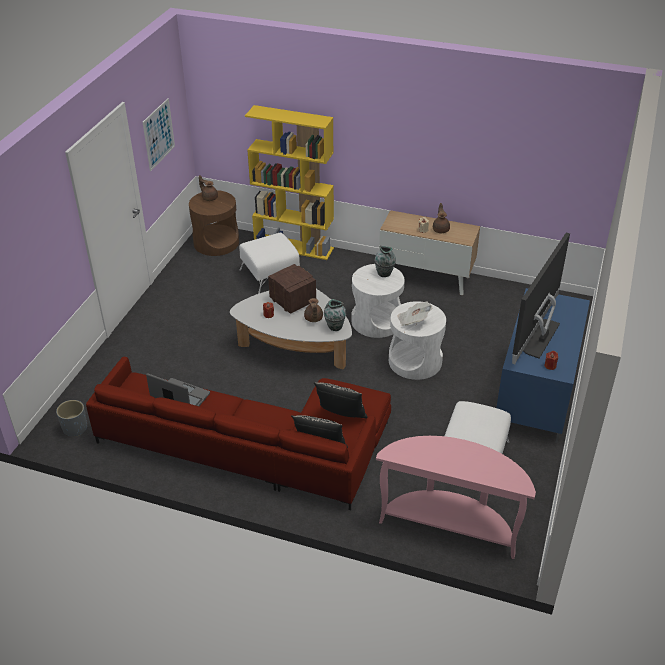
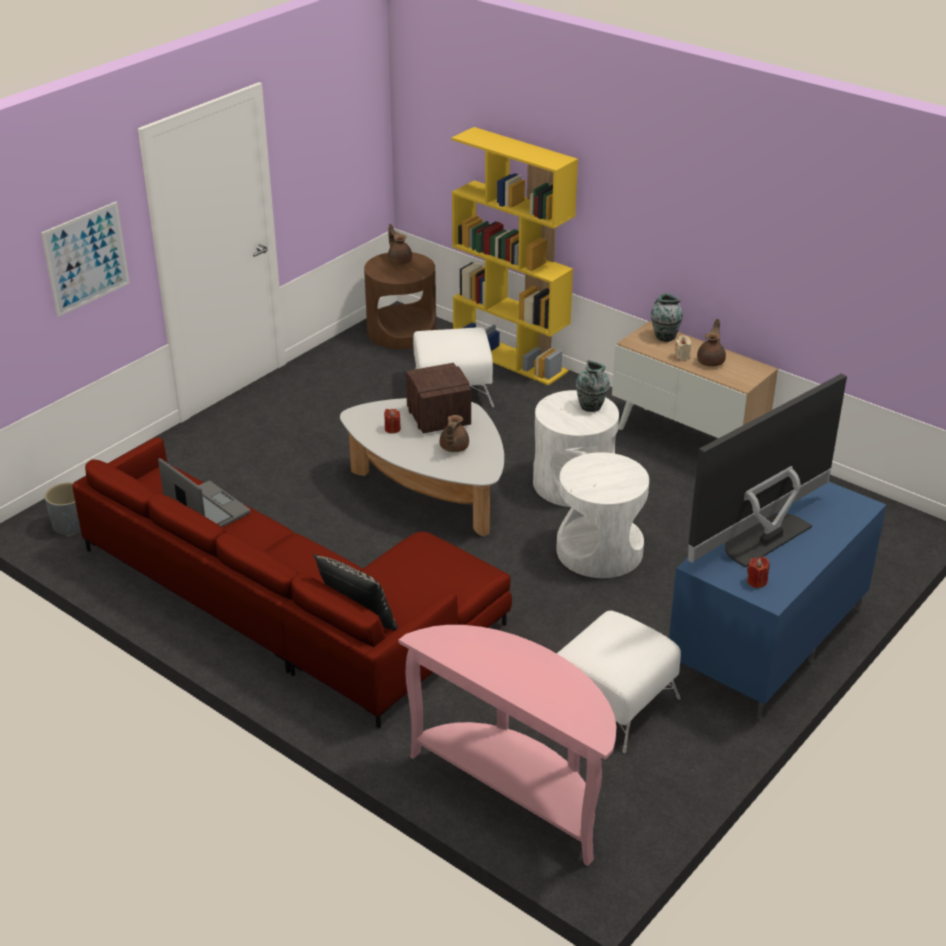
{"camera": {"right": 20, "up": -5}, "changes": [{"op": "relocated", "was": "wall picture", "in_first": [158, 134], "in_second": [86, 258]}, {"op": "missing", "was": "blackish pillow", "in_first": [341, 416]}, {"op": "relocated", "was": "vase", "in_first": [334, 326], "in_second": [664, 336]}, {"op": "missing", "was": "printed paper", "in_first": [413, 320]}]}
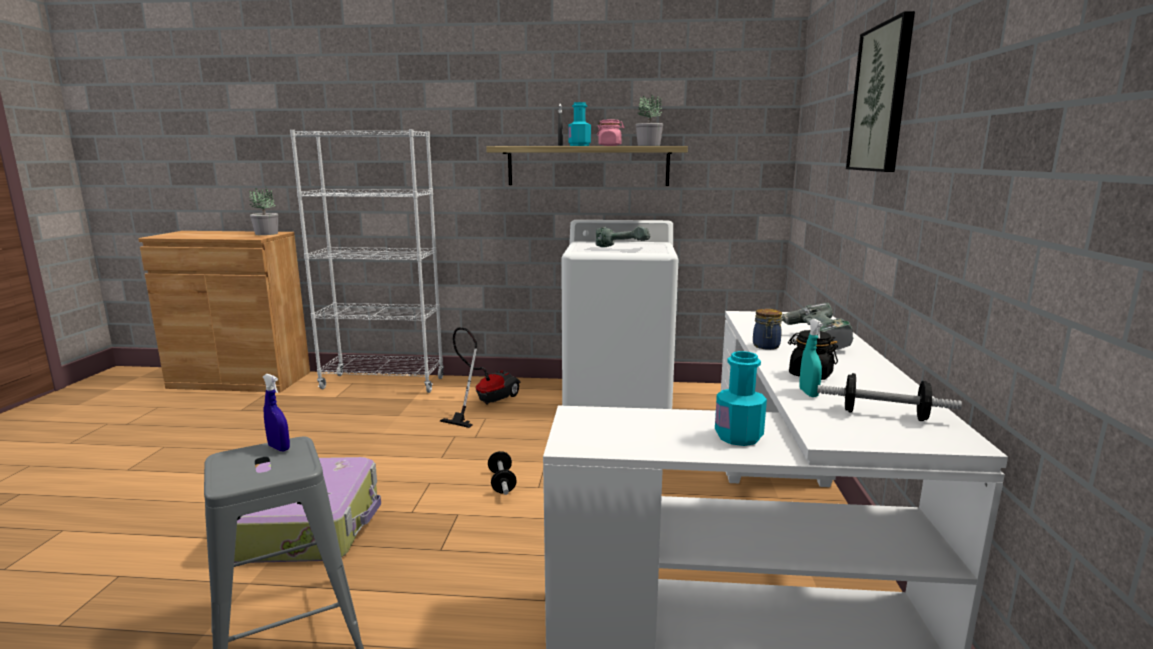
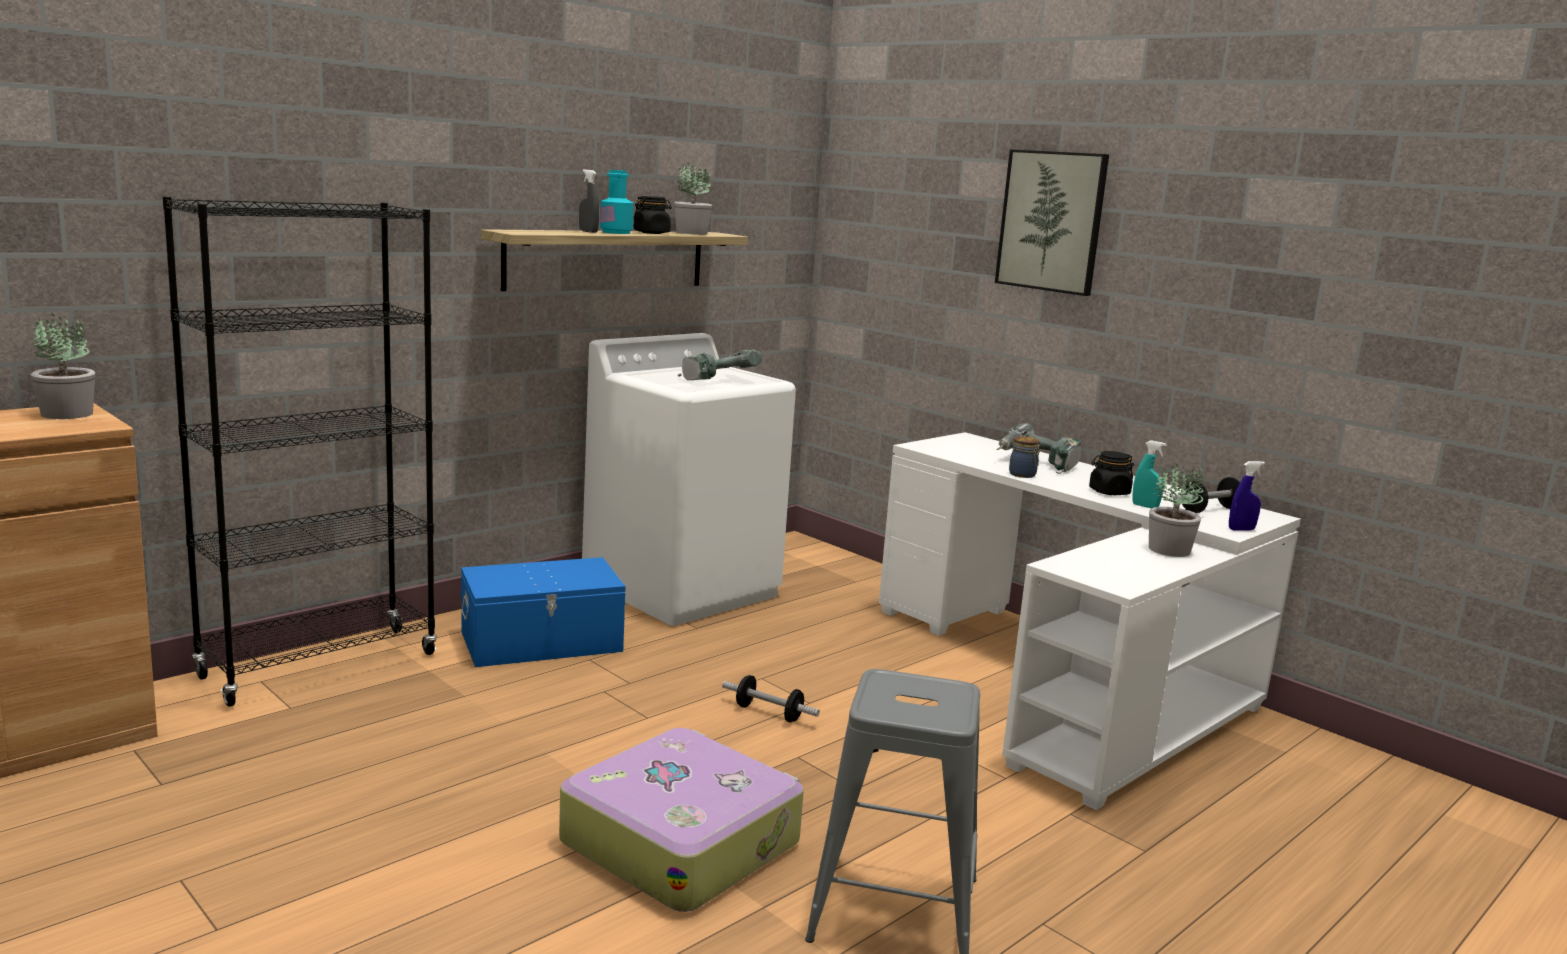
{"camera": {"right": -50, "up": 0}, "changes": [{"op": "relocated", "was": "bluish sprayer", "in_first": [279, 448], "in_second": [1241, 529]}, {"op": "colour", "was": "white-coloured shelving unit", "now": "blackish shelving unit", "in_first": [383, 383], "in_second": [319, 665]}, {"op": "exchanged", "was": "vacuum cleaner", "now": "bluish storage bin", "in_first": [485, 403], "in_second": [542, 642]}, {"op": "colour", "was": "pinkish jar", "now": "blackish jar", "in_first": [610, 145], "in_second": [651, 233]}, {"op": "exchanged", "was": "turquoise beverage bottle", "now": "plant in a pot", "in_first": [738, 437], "in_second": [1170, 550]}]}
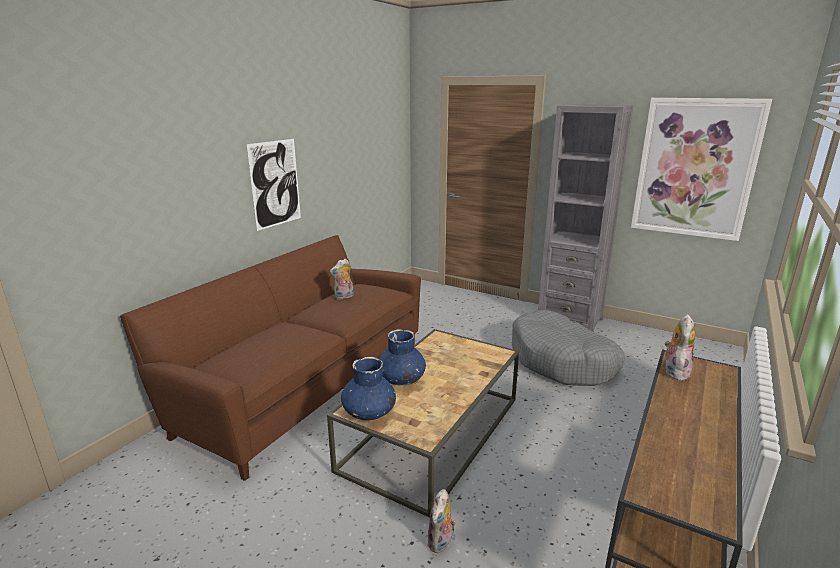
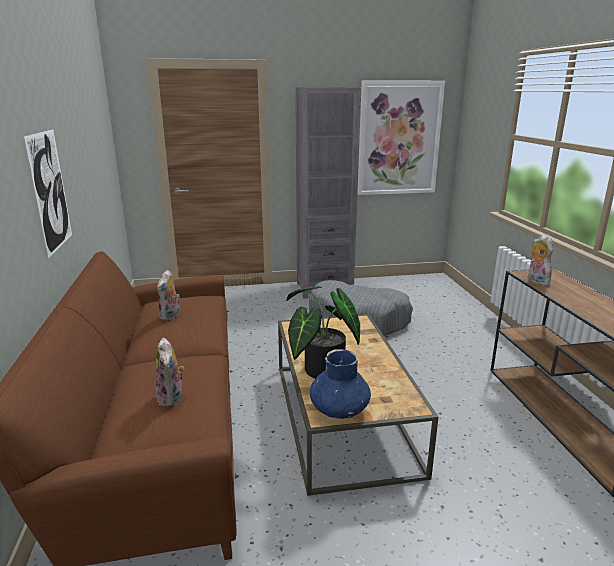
{"camera": {"right": -40, "up": 0}, "changes": [{"op": "exchanged", "was": "bluish vase", "now": "plant in a pot", "in_first": [401, 379], "in_second": [319, 371]}, {"op": "relocated", "was": "soft toy", "in_first": [441, 543], "in_second": [172, 398]}]}
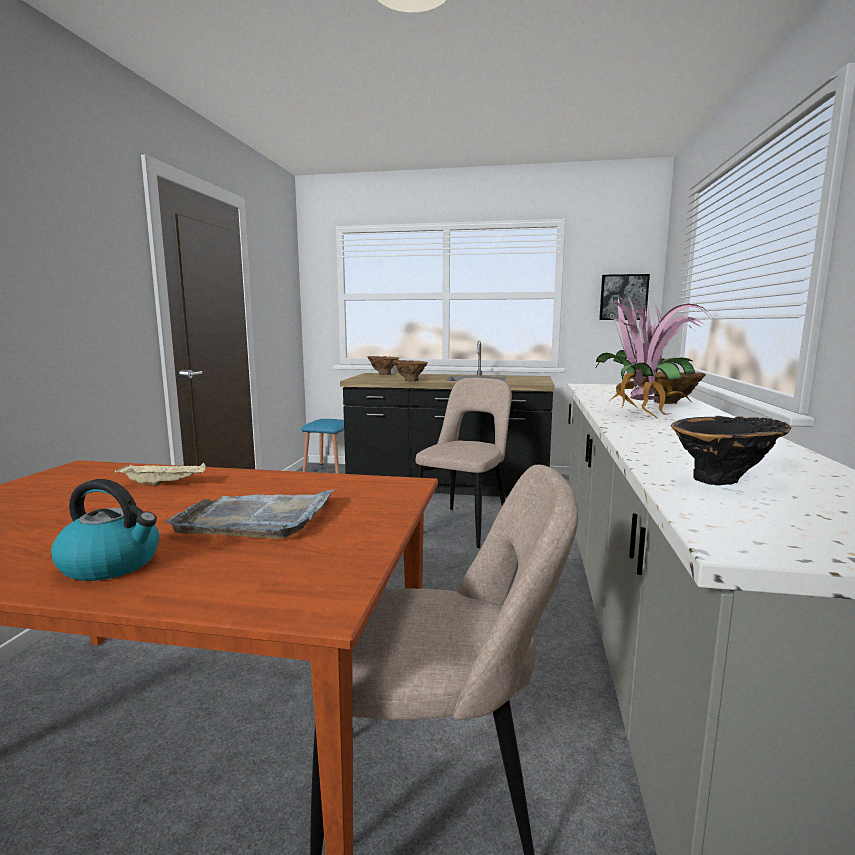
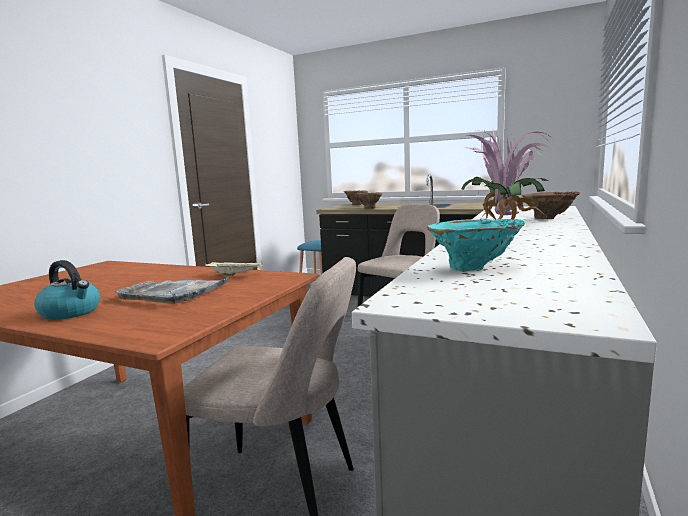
{"camera": {"right": 15, "up": 0}, "changes": [{"op": "relocated", "was": "sand-coloured carrying tray", "in_first": [165, 484], "in_second": [236, 275]}, {"op": "missing", "was": "wall picture", "in_first": [623, 297]}, {"op": "colour", "was": "blackish vase", "now": "turquoise vase", "in_first": [726, 480], "in_second": [475, 268]}]}
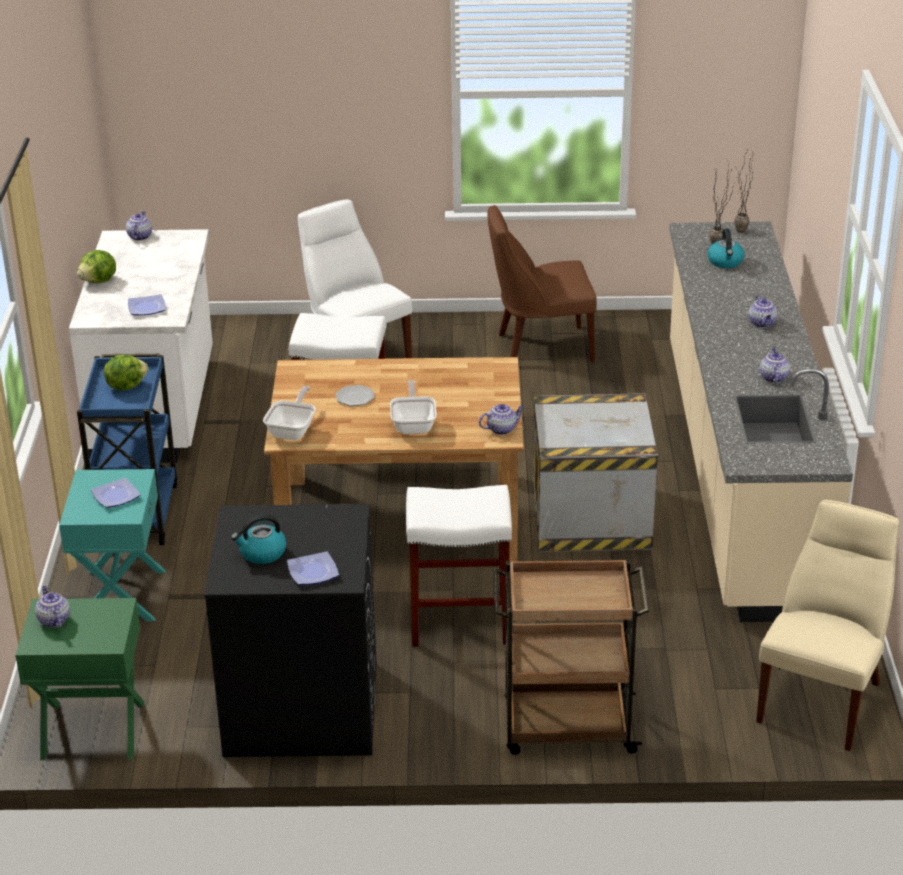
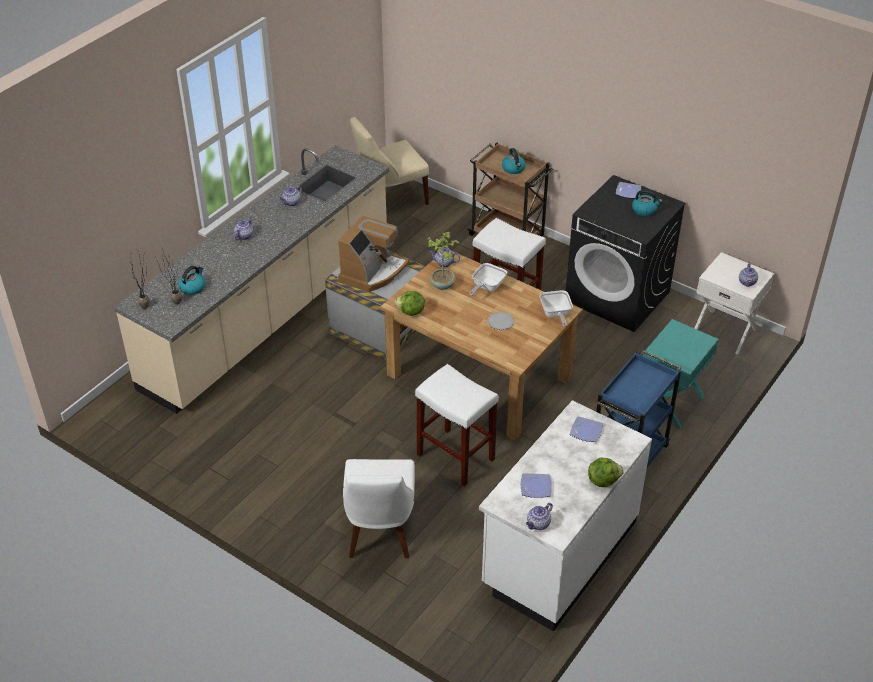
{"camera": {"right": -145, "up": 10}, "changes": [{"op": "colour", "was": "greenish bedside table", "now": "white-coloured bedside table", "in_first": [92, 731], "in_second": [725, 331]}, {"op": "relocated", "was": "plate", "in_first": [115, 496], "in_second": [536, 487]}, {"op": "relocated", "was": "head of lettuce", "in_first": [126, 386], "in_second": [410, 312]}, {"op": "spun", "was": "frying pan", "in_first": [293, 430], "in_second": [555, 315], "clockwise": -60}, {"op": "missing", "was": "brownish upright chair", "in_first": [540, 347]}, {"op": "appeared", "now": "coffee maker", "in_second": [373, 272]}, {"op": "appeared", "now": "plant in a pot", "in_second": [443, 284]}, {"op": "appeared", "now": "kettle", "in_second": [513, 169]}]}
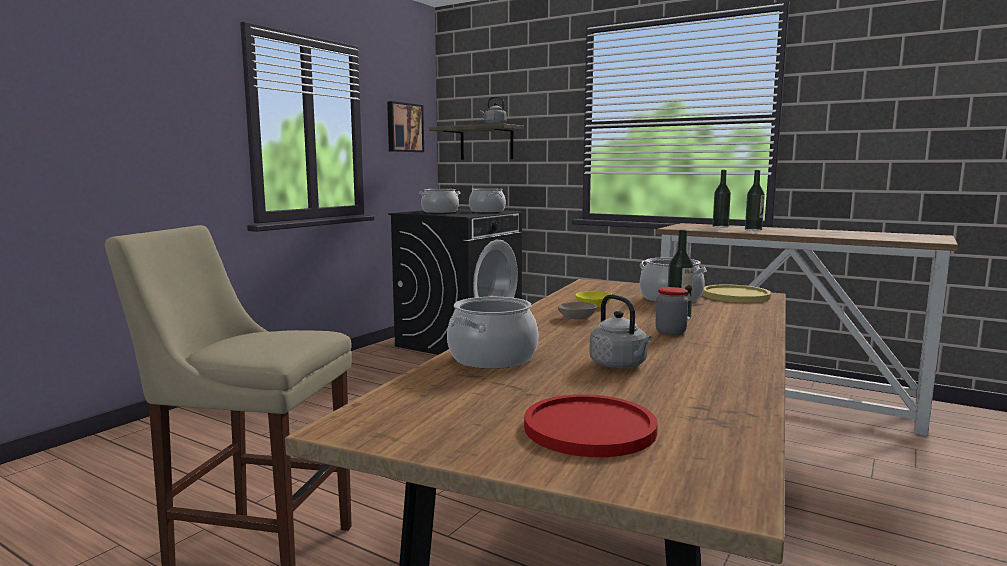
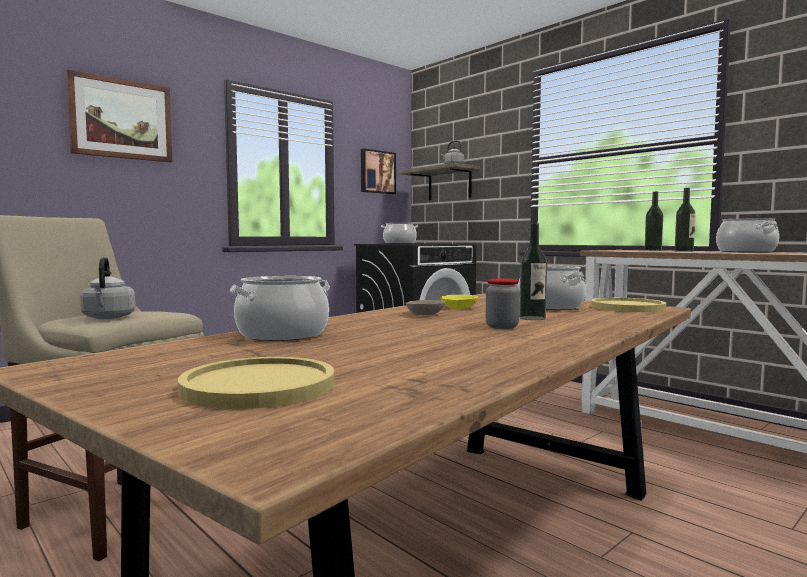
{"camera": {"right": 15, "up": -5}, "changes": [{"op": "relocated", "was": "cooking pot", "in_first": [486, 211], "in_second": [745, 252]}, {"op": "colour", "was": "red plate", "now": "yellow-coloured plate", "in_first": [589, 428], "in_second": [259, 386]}, {"op": "relocated", "was": "greyish kettle", "in_first": [620, 365], "in_second": [108, 318]}, {"op": "appeared", "now": "wall picture", "in_second": [121, 119]}]}
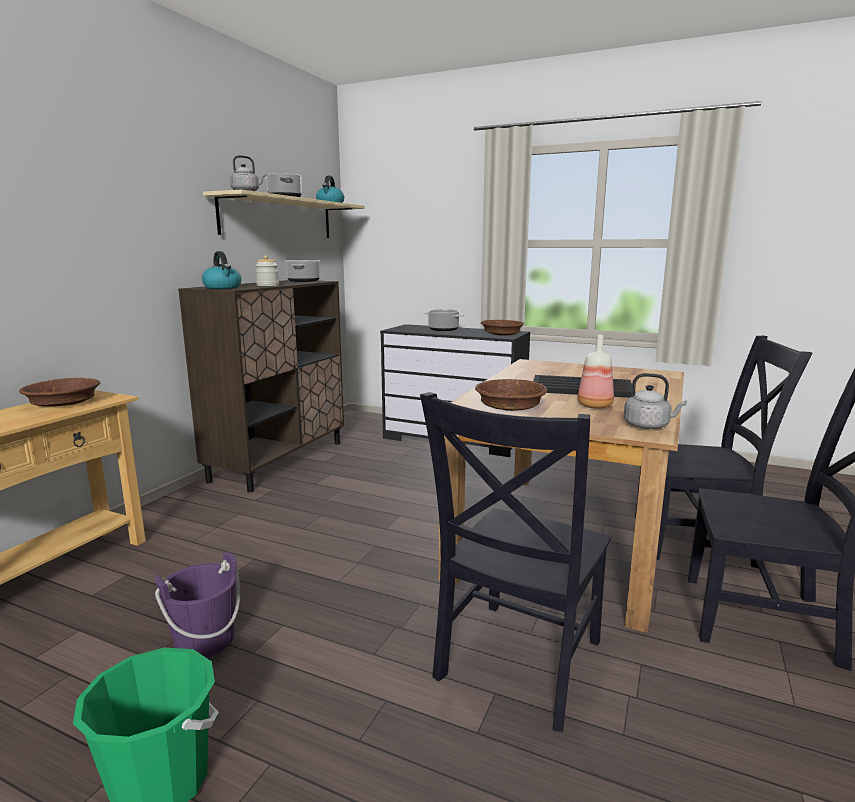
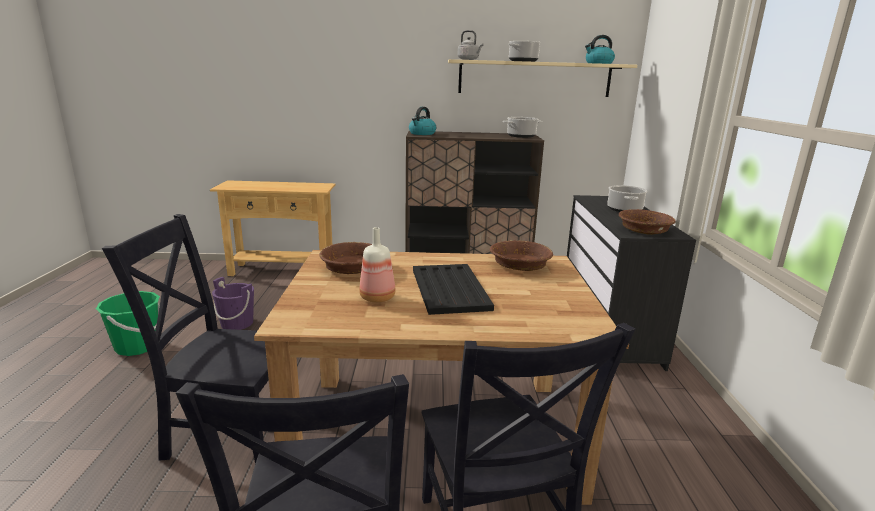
{"camera": {"right": 65, "up": 5}, "changes": [{"op": "relocated", "was": "brownish serving bowl", "in_first": [64, 403], "in_second": [520, 265]}, {"op": "missing", "was": "jar", "in_first": [267, 285]}, {"op": "missing", "was": "greyish kettle", "in_first": [648, 426]}]}
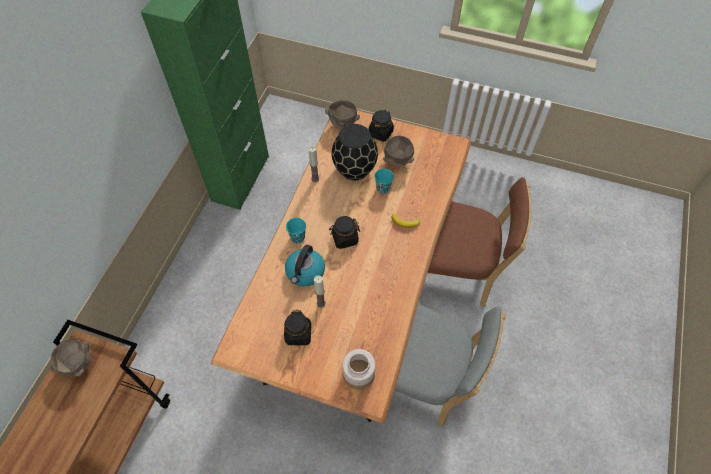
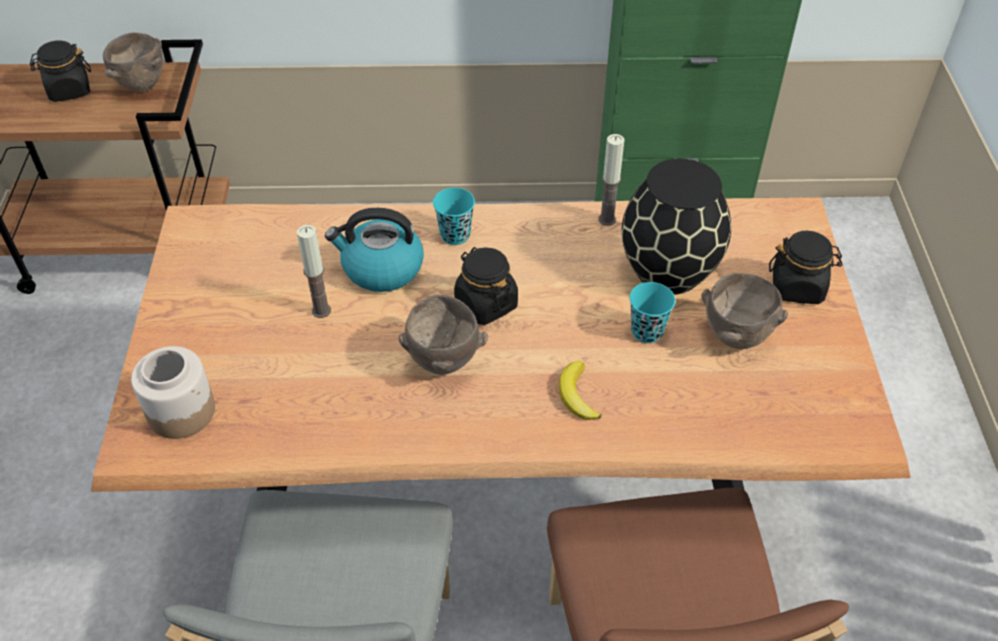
{"camera": {"right": 70, "up": -10}, "changes": [{"op": "relocated", "was": "blackish jar", "in_first": [298, 334], "in_second": [69, 90]}, {"op": "relocated", "was": "brownish serving bowl", "in_first": [343, 125], "in_second": [444, 363]}]}
